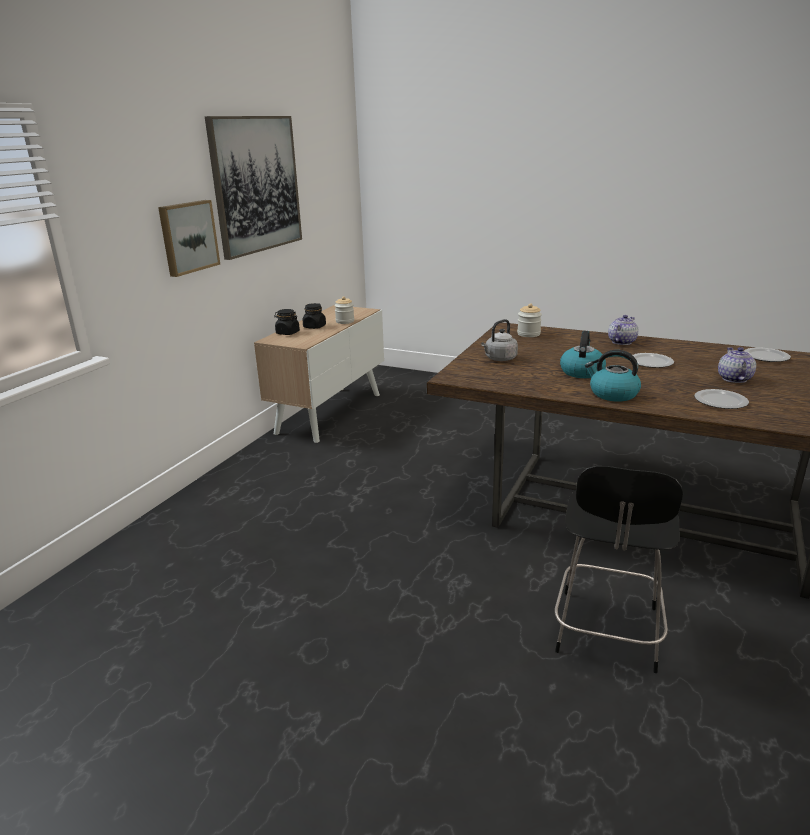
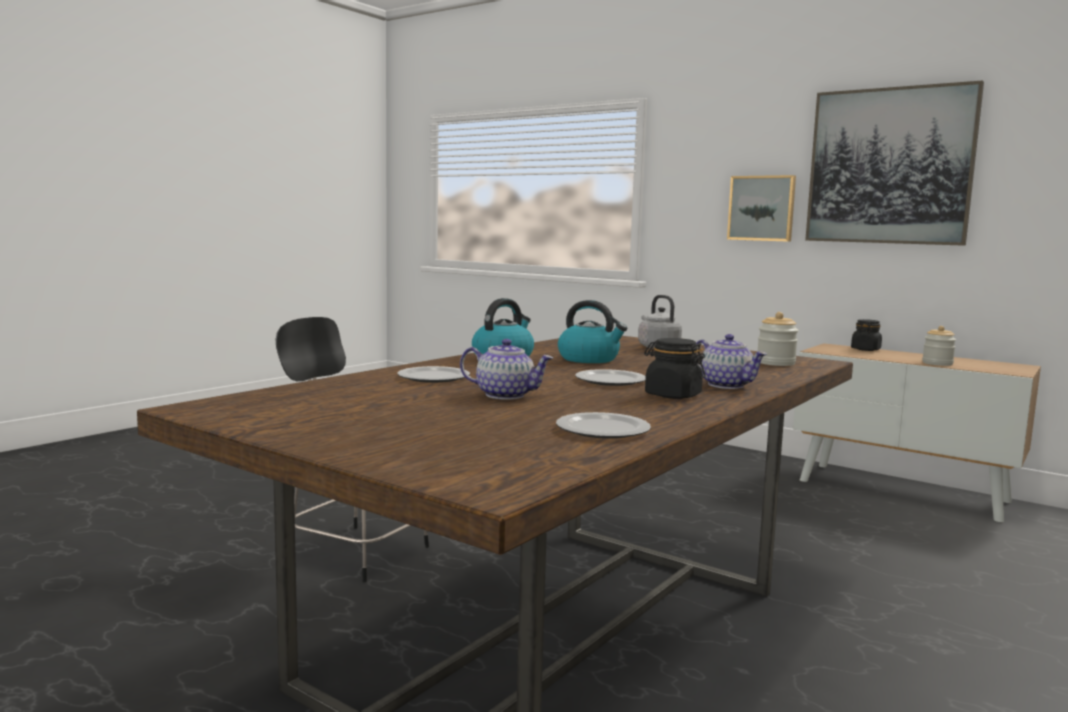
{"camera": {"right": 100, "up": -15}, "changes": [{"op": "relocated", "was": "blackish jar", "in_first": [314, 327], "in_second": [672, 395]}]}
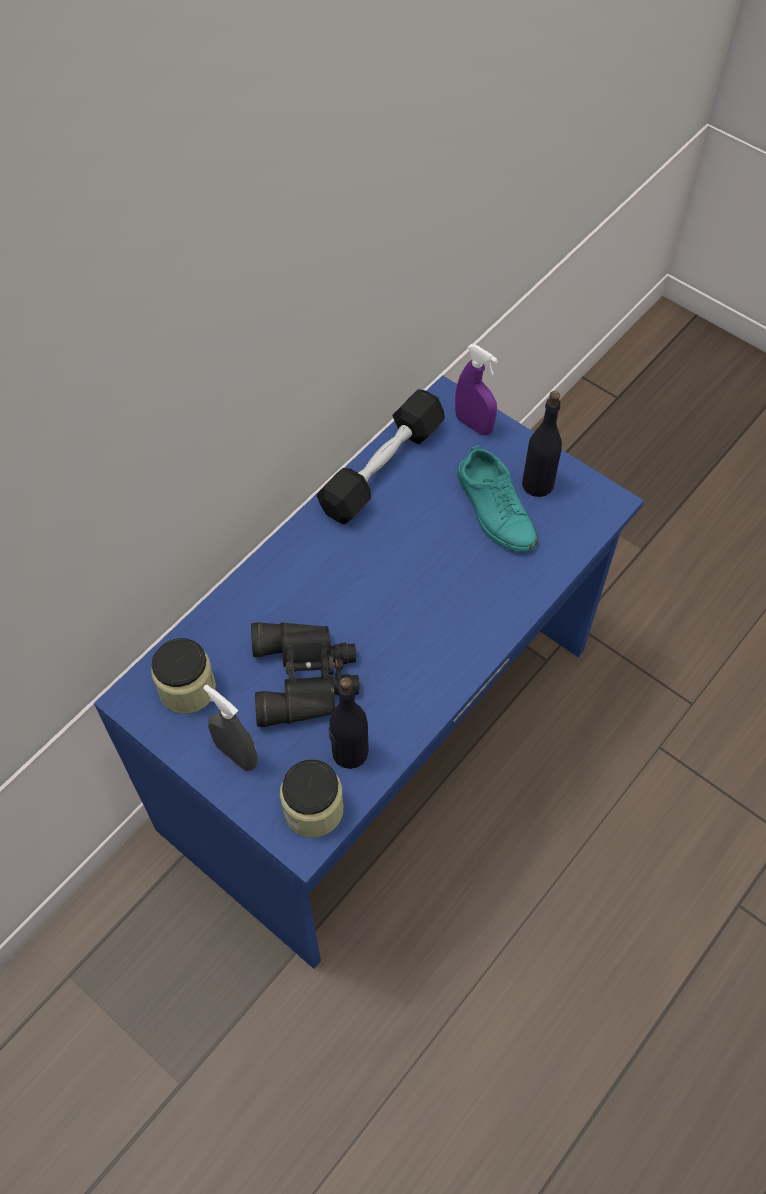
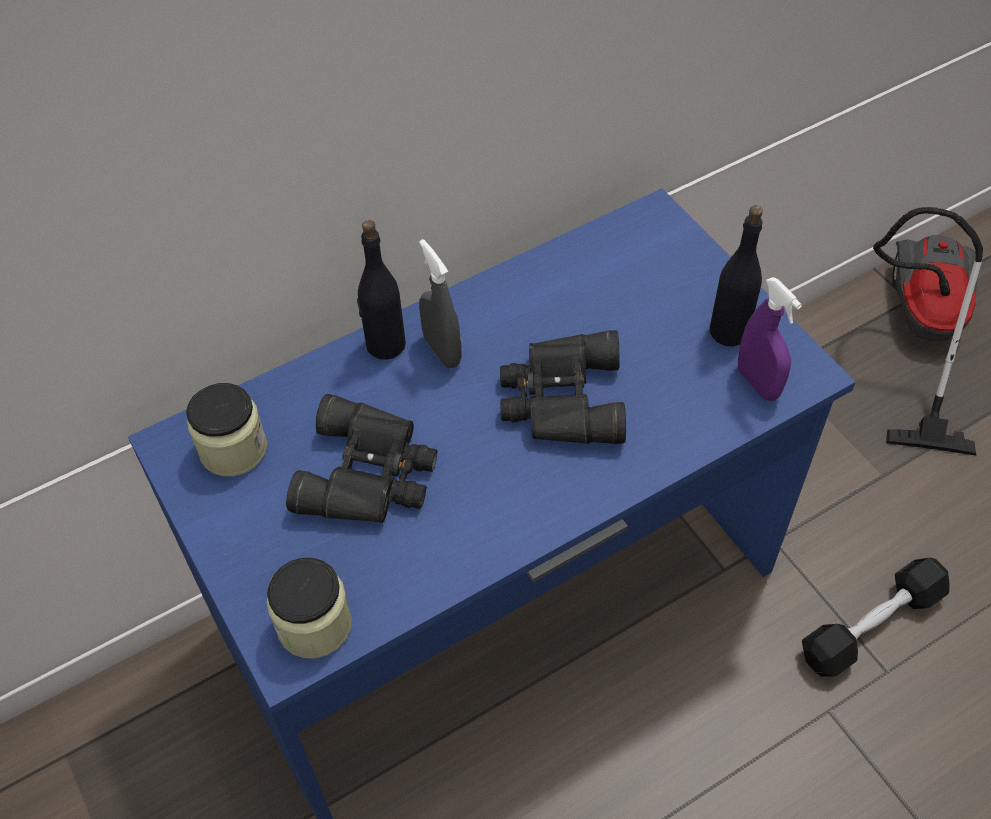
{"camera": {"right": 20, "up": -5}, "changes": [{"op": "relocated", "was": "greyish sprayer", "in_first": [236, 754], "in_second": [442, 351]}, {"op": "relocated", "was": "blackish dumbbell", "in_first": [382, 468], "in_second": [871, 625]}, {"op": "relocated", "was": "blackish beverage bottle", "in_first": [349, 752], "in_second": [385, 345]}, {"op": "relocated", "was": "purple-coloured sprayer", "in_first": [473, 424], "in_second": [758, 383]}, {"op": "missing", "was": "turquoise item of footwear", "in_first": [495, 510]}, {"op": "appeared", "now": "blackish pair of binoculars", "in_second": [560, 400]}, {"op": "appeared", "now": "vacuum cleaner", "in_second": [917, 334]}]}
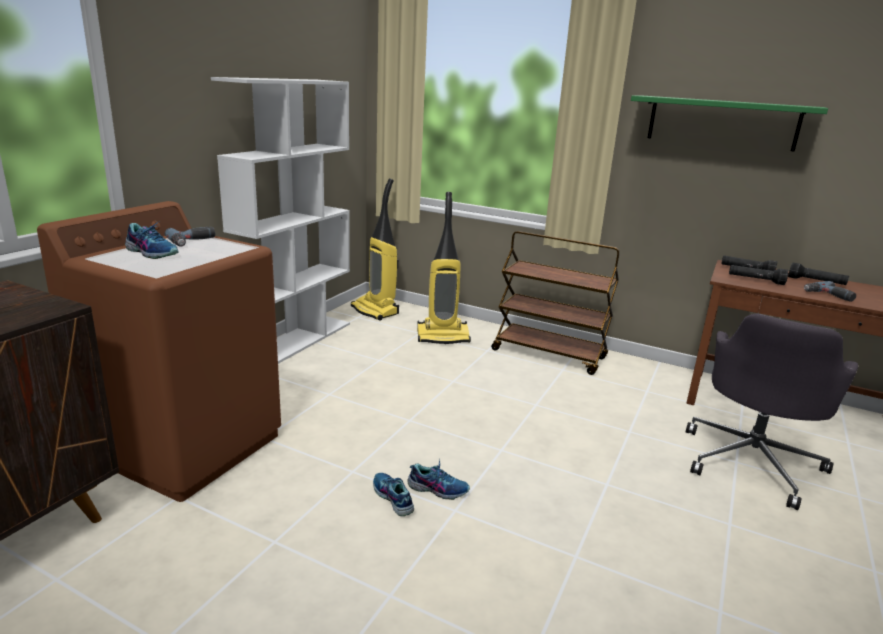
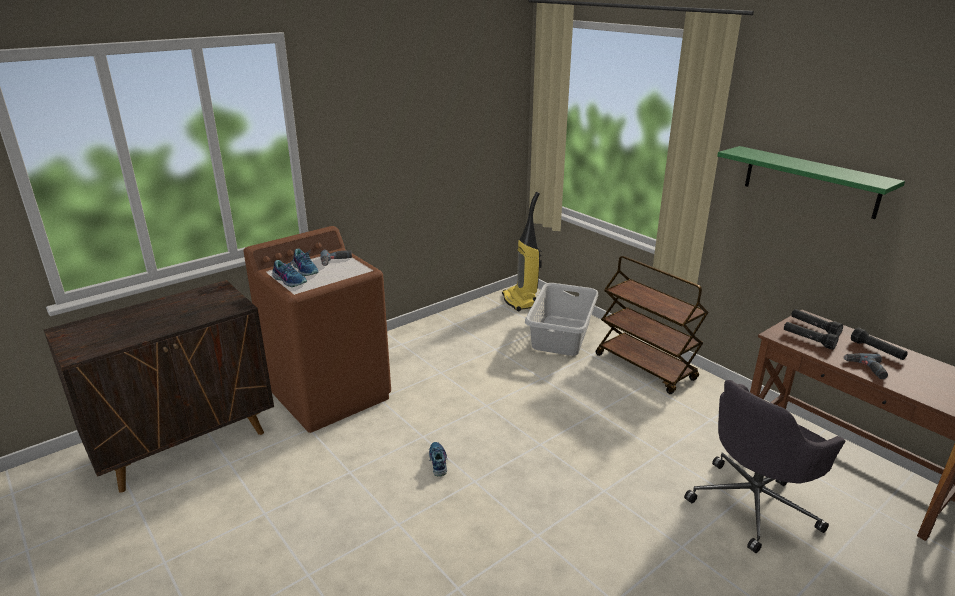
{"camera": {"right": 25, "up": 5}, "changes": [{"op": "missing", "was": "white-coloured shelving unit", "in_first": [296, 341]}, {"op": "relocated", "was": "item of footwear", "in_first": [438, 489], "in_second": [290, 280]}, {"op": "exchanged", "was": "vacuum cleaner", "now": "greyish laundry basket", "in_first": [443, 336], "in_second": [562, 335]}]}
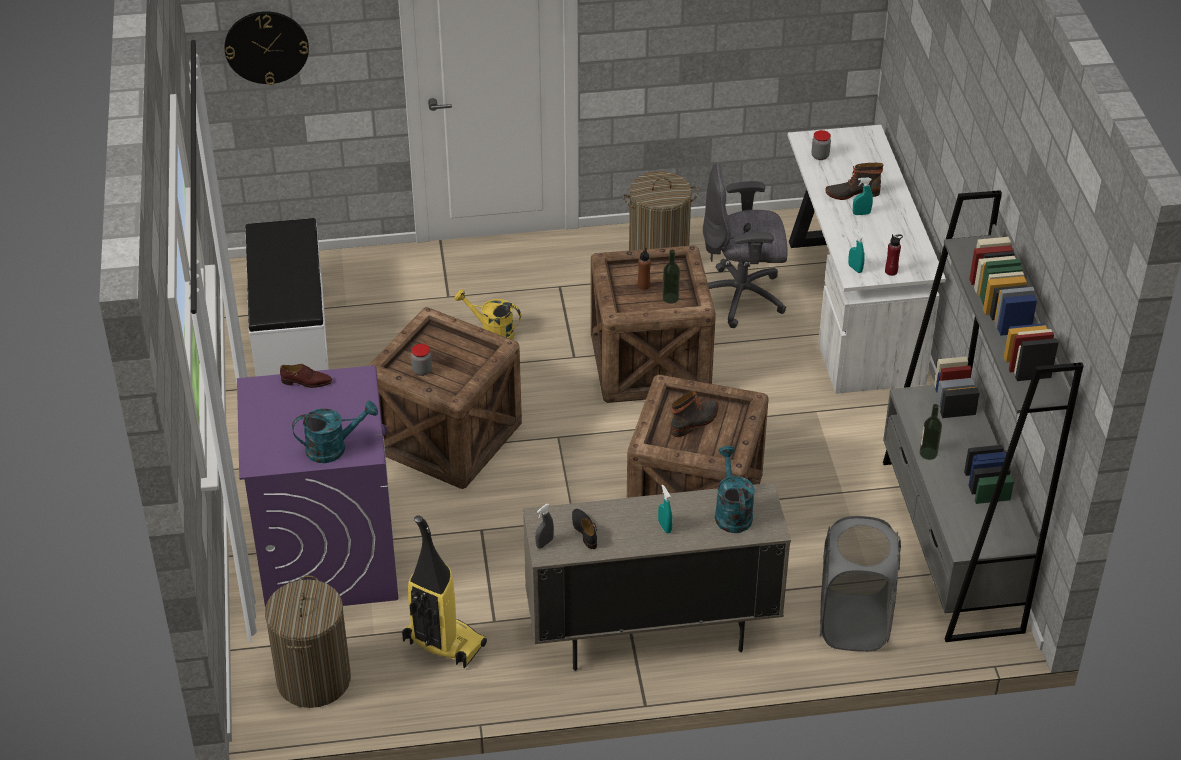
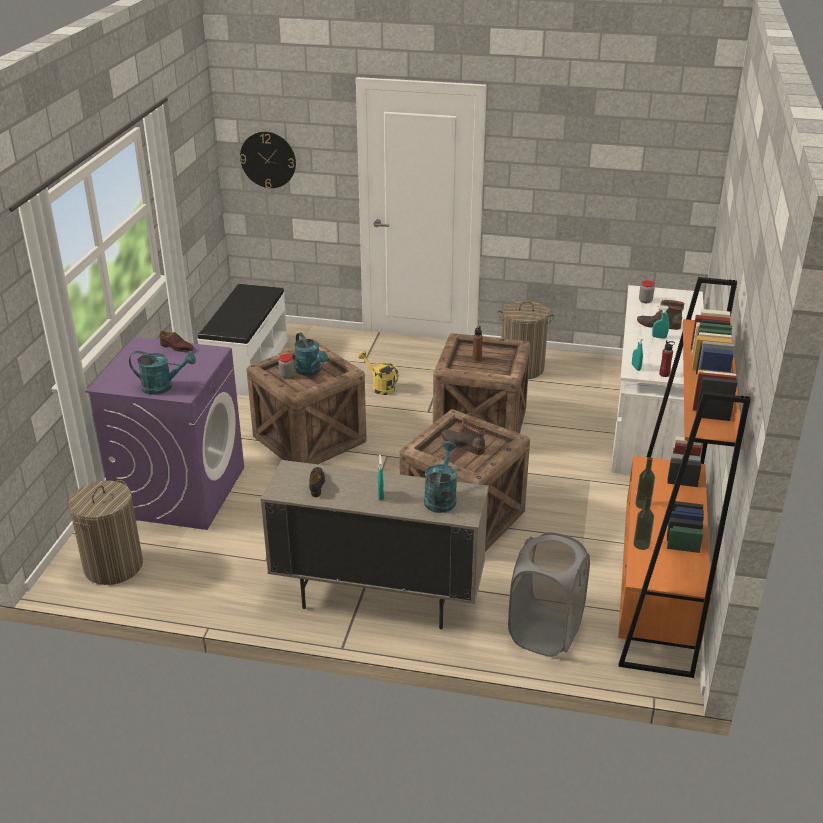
{"camera": {"right": 20, "up": -10}, "changes": [{"op": "missing", "was": "vacuum cleaner", "in_first": [442, 643]}, {"op": "missing", "was": "greyish sprayer", "in_first": [544, 543]}, {"op": "relocated", "was": "beverage bottle", "in_first": [670, 298], "in_second": [641, 544]}, {"op": "spun", "was": "boot", "in_first": [695, 421], "in_second": [463, 444], "clockwise": -120}, {"op": "missing", "was": "greyish office chair", "in_first": [742, 297]}, {"op": "colour", "was": "greyish shelving unit", "now": "orange-coloured shelving unit", "in_first": [951, 545], "in_second": [657, 595]}, {"op": "appeared", "now": "turquoise watering pot", "in_second": [311, 371]}]}
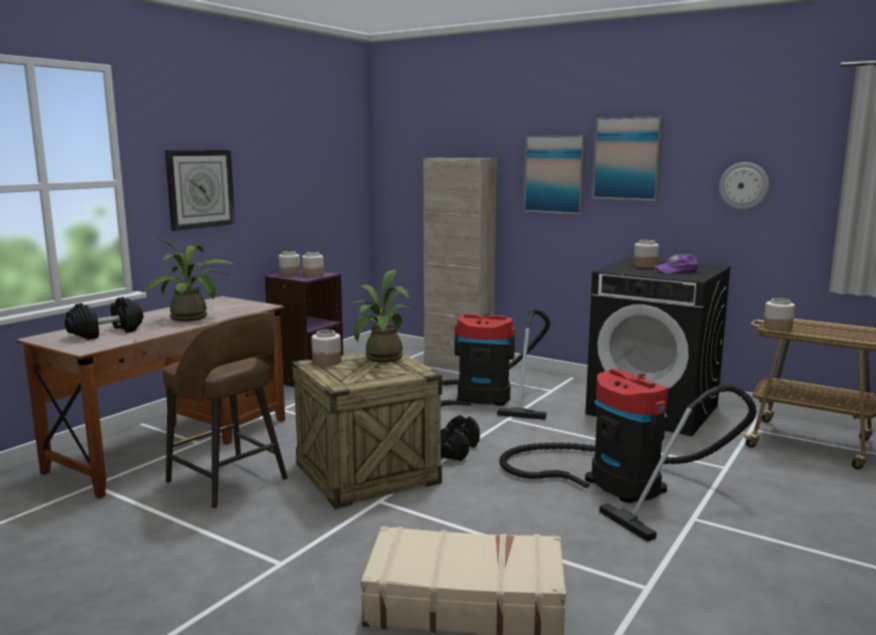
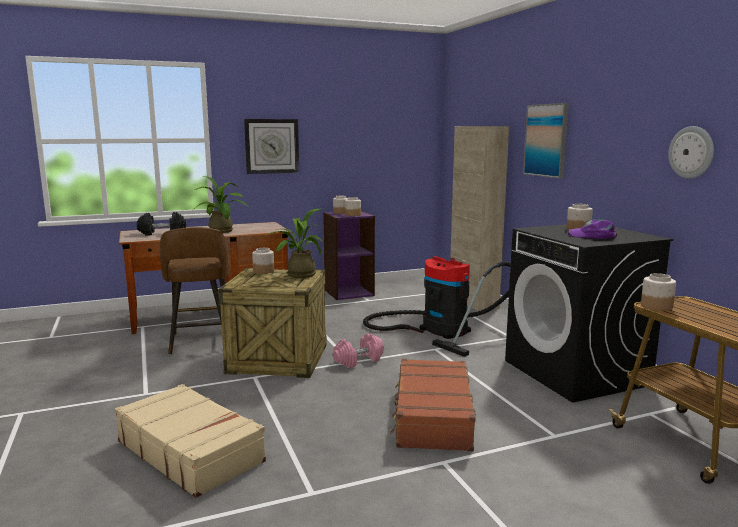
{"camera": {"right": 35, "up": 0}, "changes": [{"op": "colour", "was": "blackish dumbbell", "now": "pinkish dumbbell", "in_first": [456, 450], "in_second": [358, 360]}, {"op": "exchanged", "was": "vacuum cleaner", "now": "brownish suitcase", "in_first": [616, 483], "in_second": [432, 416]}, {"op": "missing", "was": "wall picture", "in_first": [627, 158]}]}
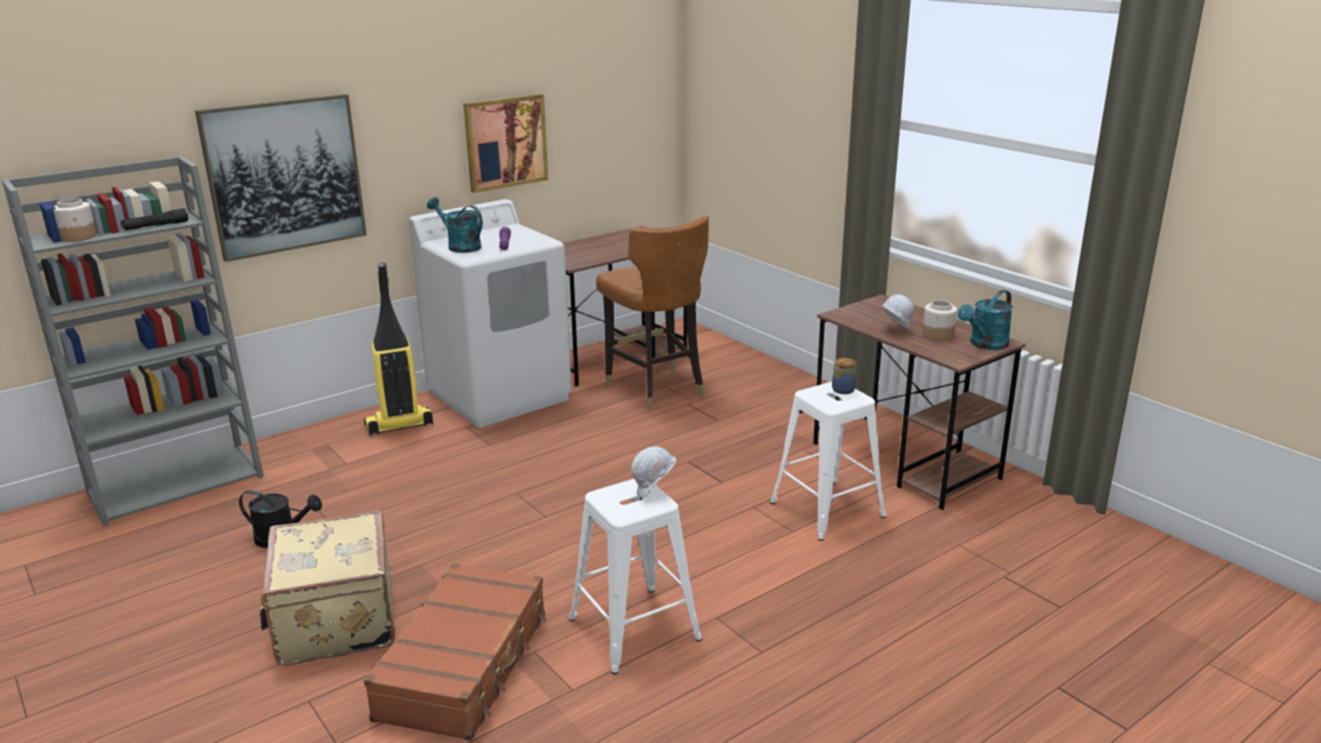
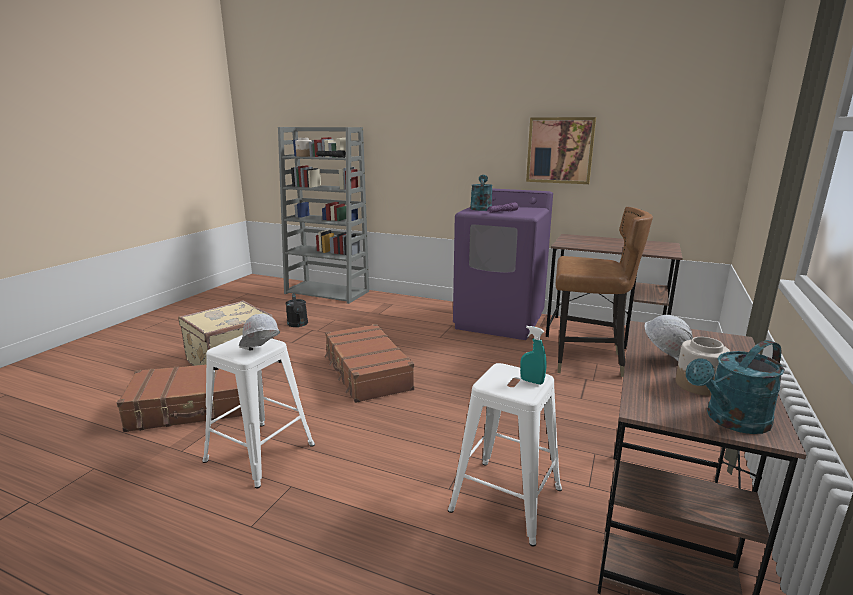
{"camera": {"right": 60, "up": -5}, "changes": [{"op": "missing", "was": "wall picture", "in_first": [285, 176]}, {"op": "missing", "was": "vacuum cleaner", "in_first": [399, 425]}, {"op": "colour", "was": "white-coloured laundry appliance", "now": "purple-coloured laundry appliance", "in_first": [500, 395], "in_second": [500, 321]}, {"op": "spun", "was": "brownish upright chair", "in_first": [656, 389], "in_second": [587, 361], "clockwise": -105}, {"op": "exchanged", "was": "jar", "now": "turquoise sprayer", "in_first": [842, 389], "in_second": [531, 381]}, {"op": "spun", "was": "turquoise watering pot", "in_first": [985, 345], "in_second": [731, 421], "clockwise": -45}, {"op": "appeared", "now": "brownish suitcase", "in_second": [366, 372]}]}
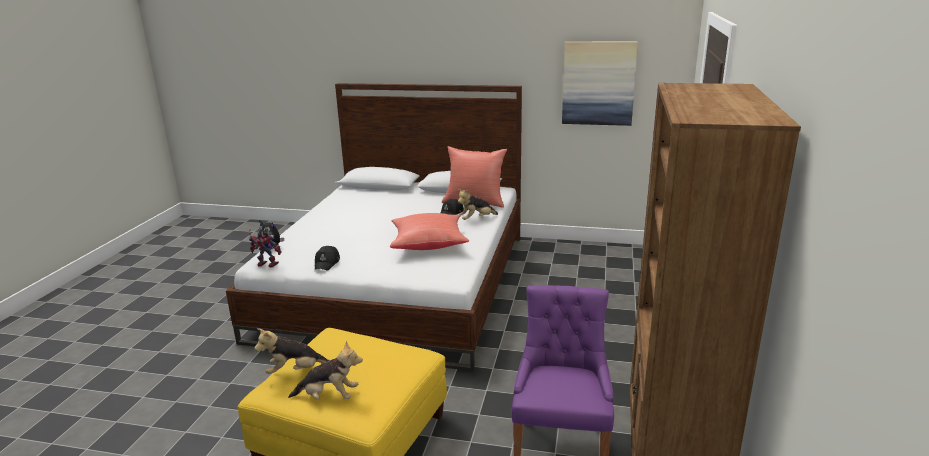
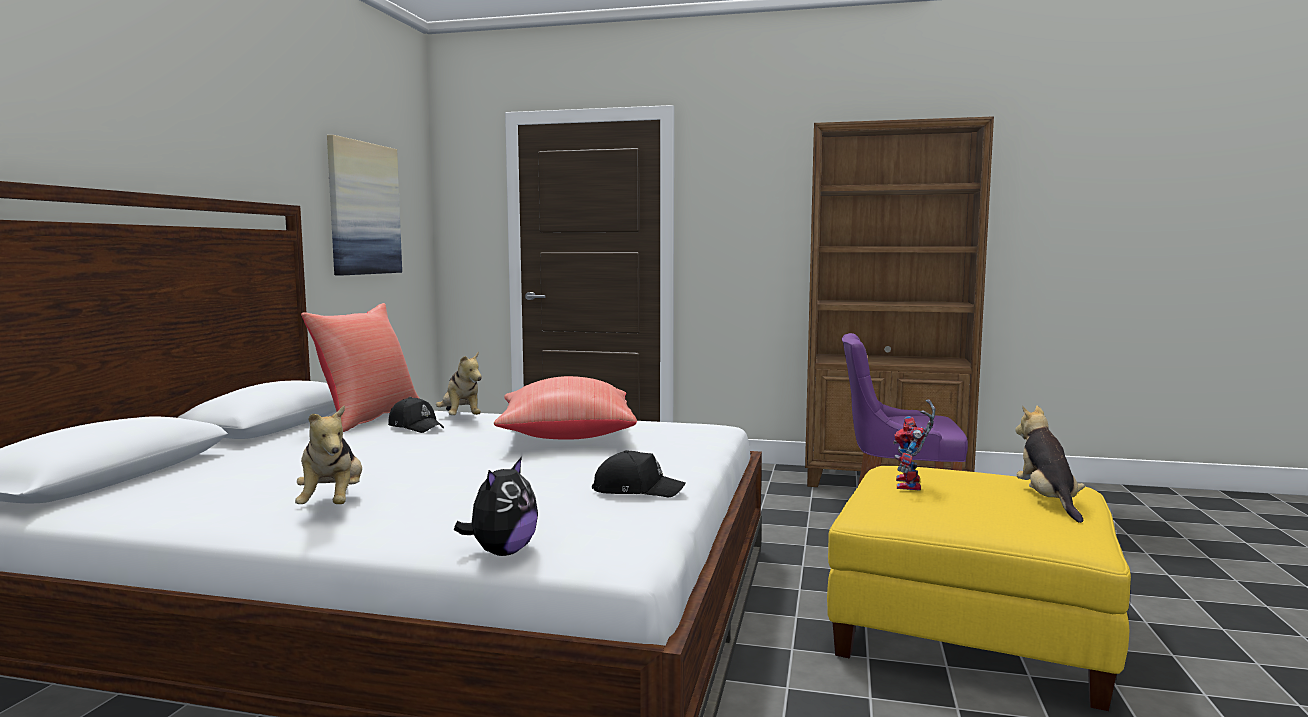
{"camera": {"right": -90, "up": -15}, "changes": [{"op": "relocated", "was": "model robot", "in_first": [265, 265], "in_second": [911, 486]}, {"op": "relocated", "was": "soft toy", "in_first": [295, 371], "in_second": [333, 504]}]}
